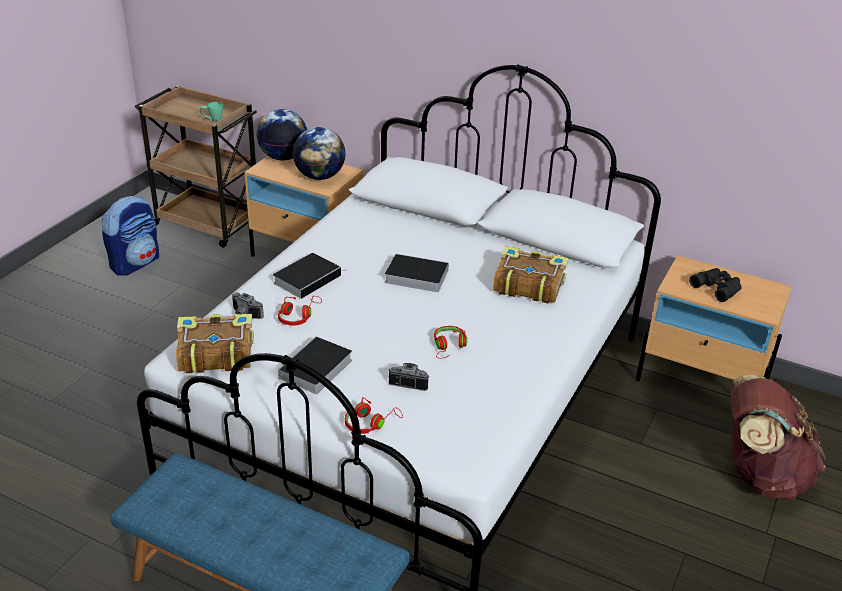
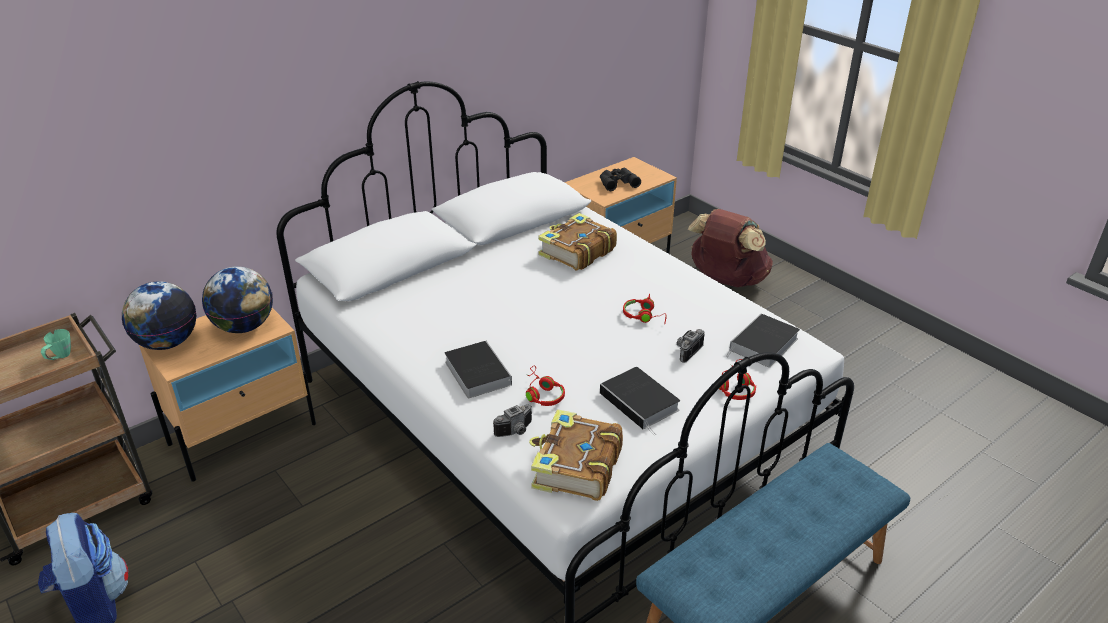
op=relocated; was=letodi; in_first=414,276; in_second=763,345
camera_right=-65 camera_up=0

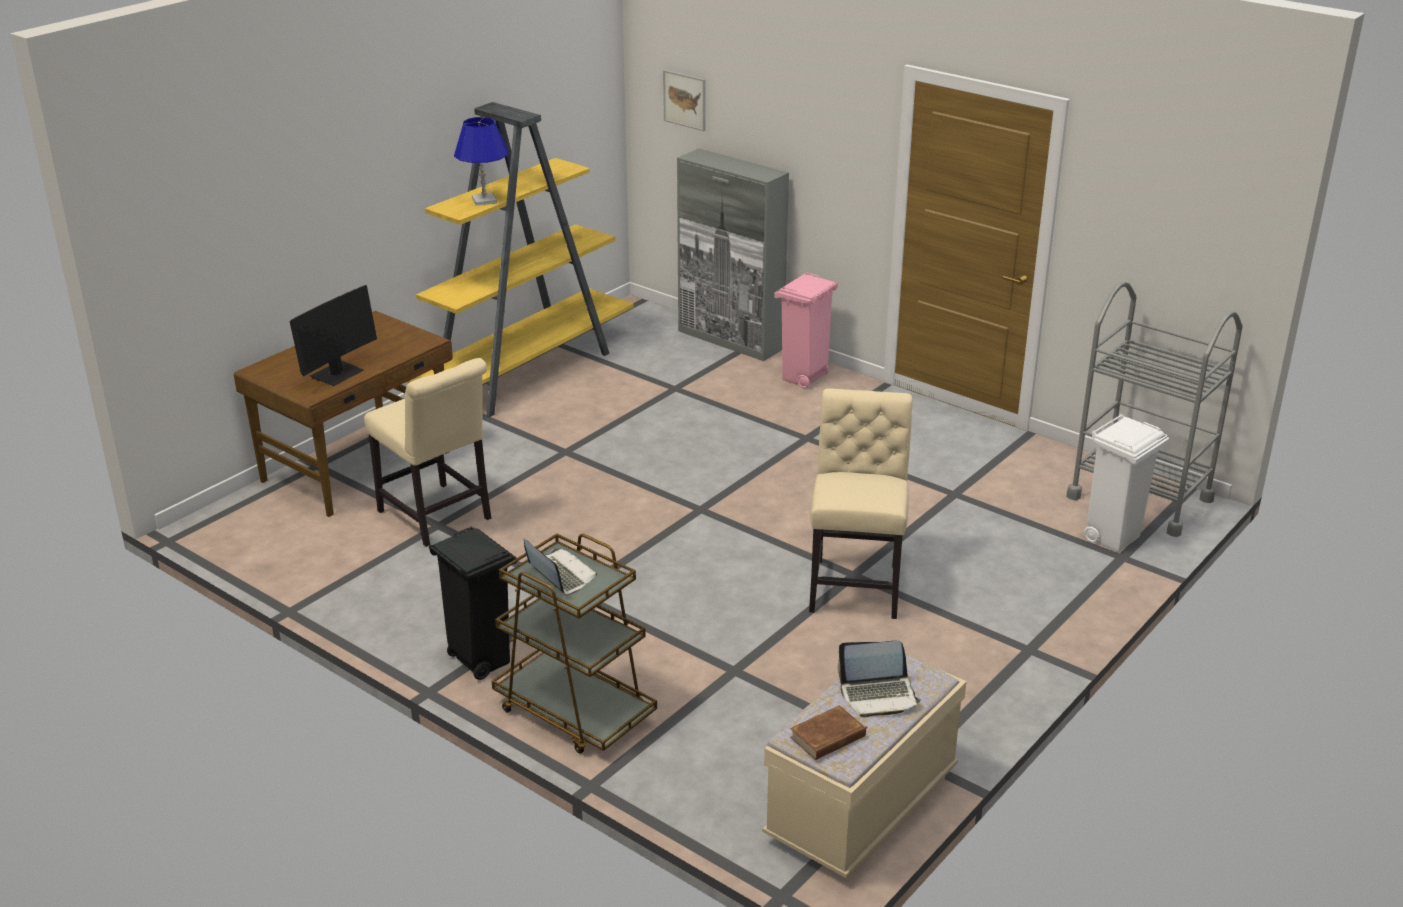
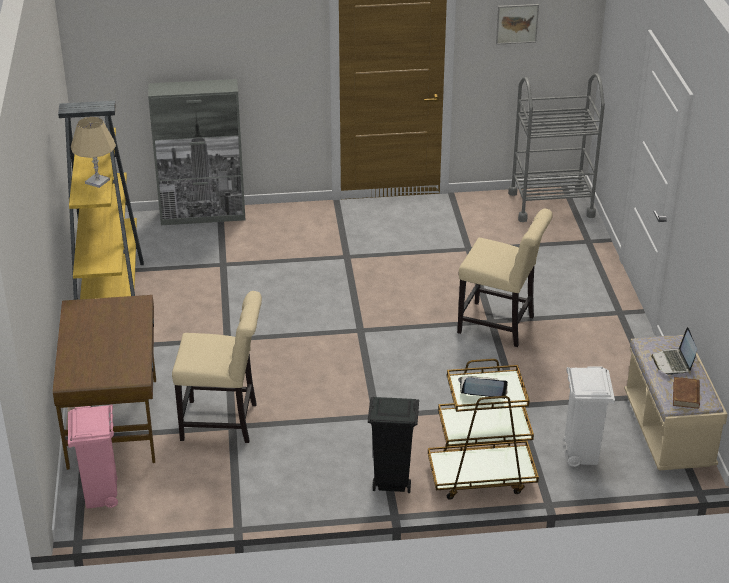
op=missing; was=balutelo; in_first=337,374
op=relocated; was=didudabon; in_first=685,100; in_second=517,24
op=relocated; was=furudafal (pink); in_first=803,378; in_second=101,497
op=relocated; was=furudafal (white); in_first=1113,538; in_second=581,454
op=colour; was=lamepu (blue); now=lamepu (beige); in_first=484,200; in_second=97,181
op=spun; was=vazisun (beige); in_first=855,584; in_second=500,326; clockwise=150
op=spun; was=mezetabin; in_first=878,695; in_second=673,363; clockwise=135
camera_right=-45 camera_up=5

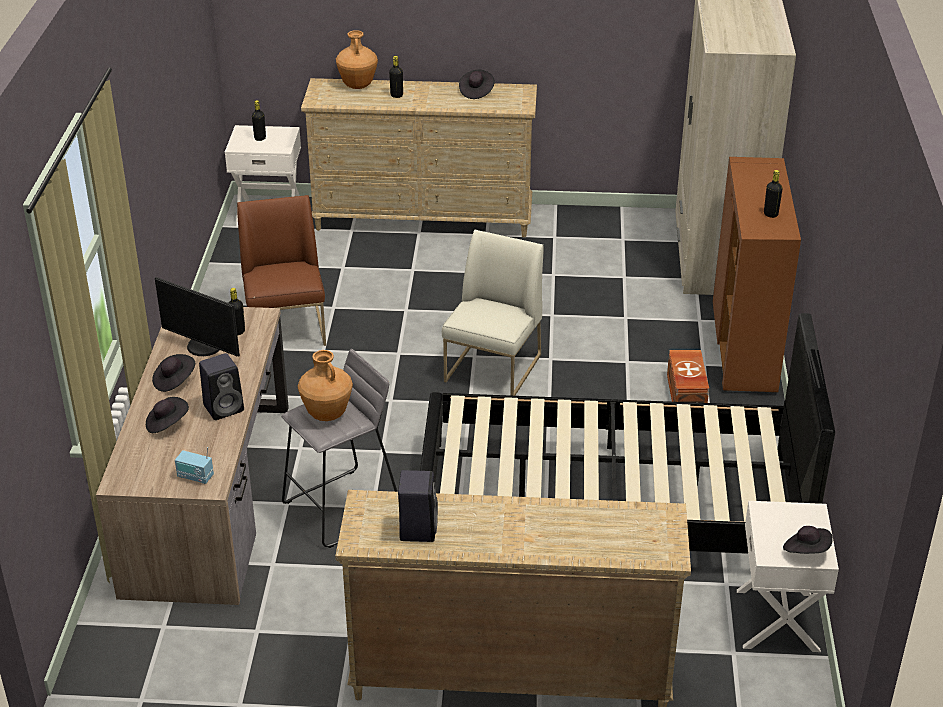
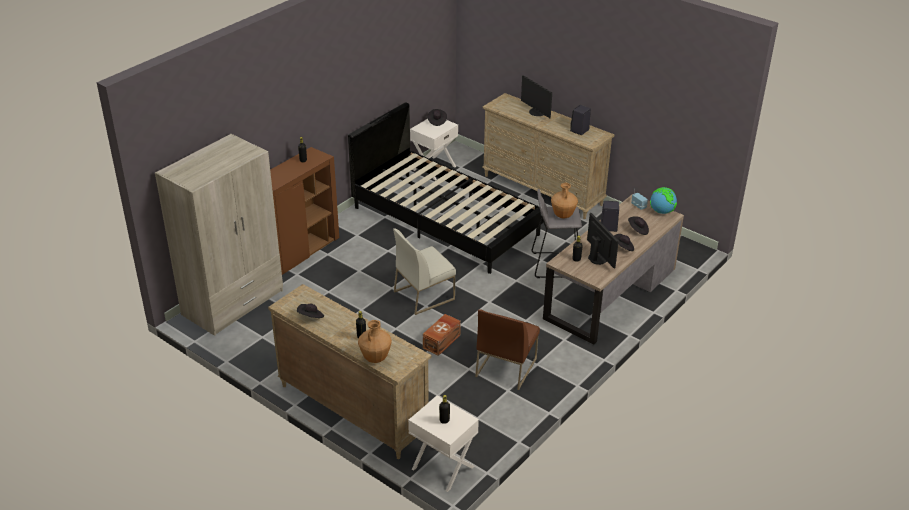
op=appeared; now=balutelo; in_second=536,112
op=appeared; now=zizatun; in_second=661,211
op=relocated; was=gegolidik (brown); in_first=685,394; in_second=442,341
camera_right=-145 camera_up=0

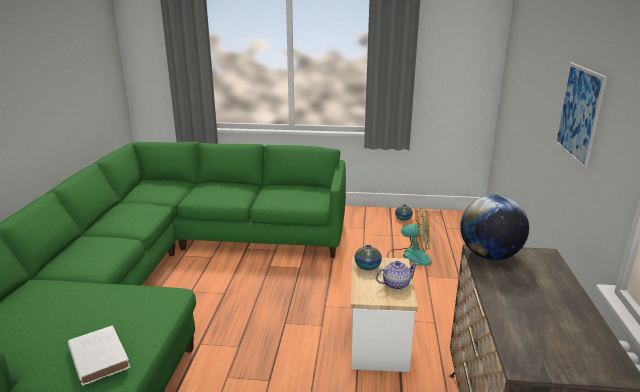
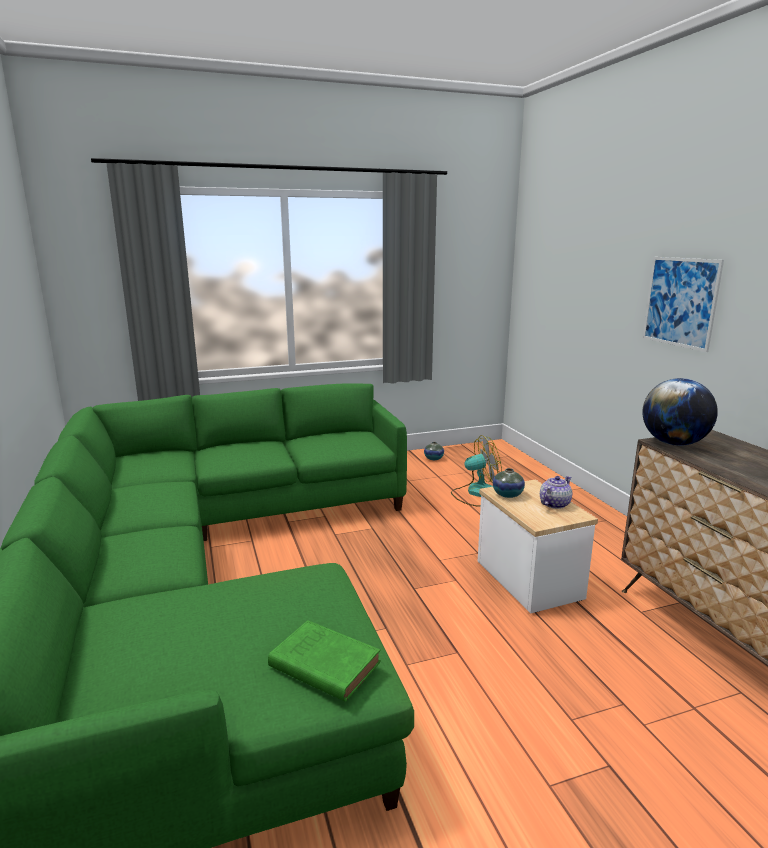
op=colour; was=letodi (white); now=letodi (green); in_first=98,357; in_second=322,664
camera_right=-25 camera_up=-5

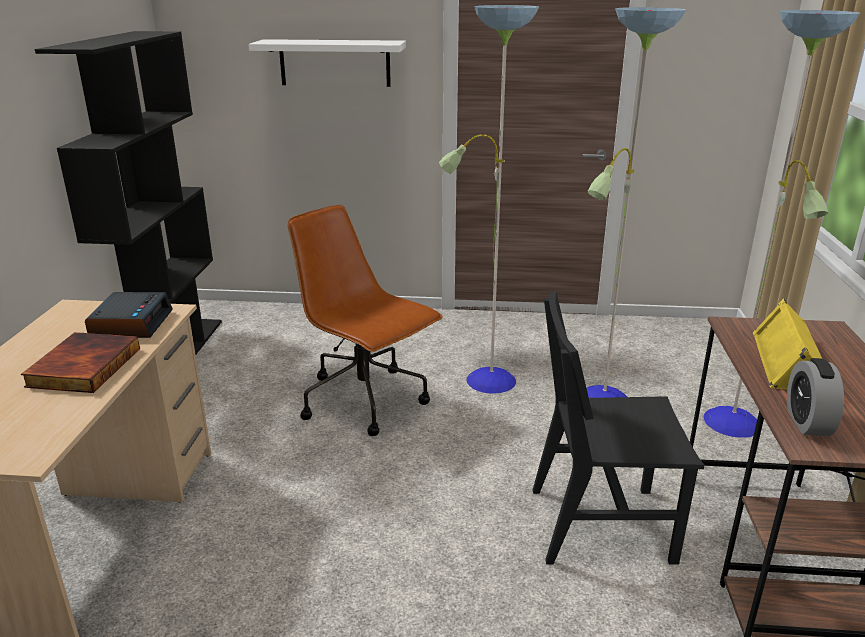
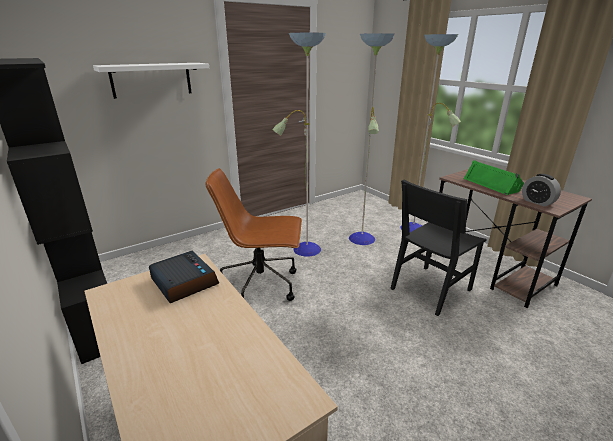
op=missing; was=letodi; in_first=83,366
op=colour; was=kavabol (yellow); now=kavabol (green); in_first=789,361; in_second=492,184
camera_right=-40 camera_up=0

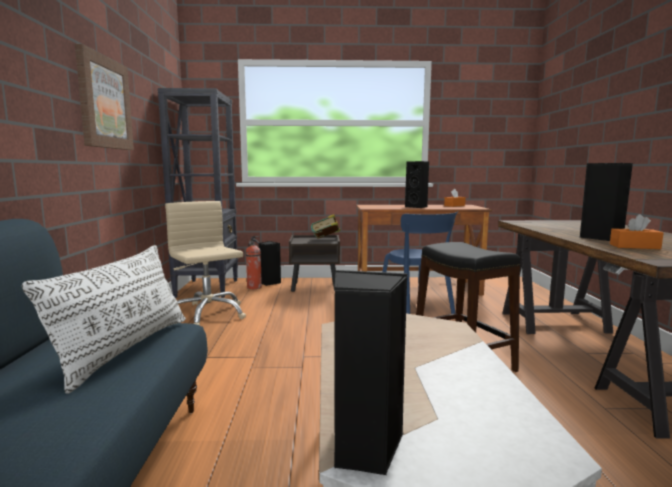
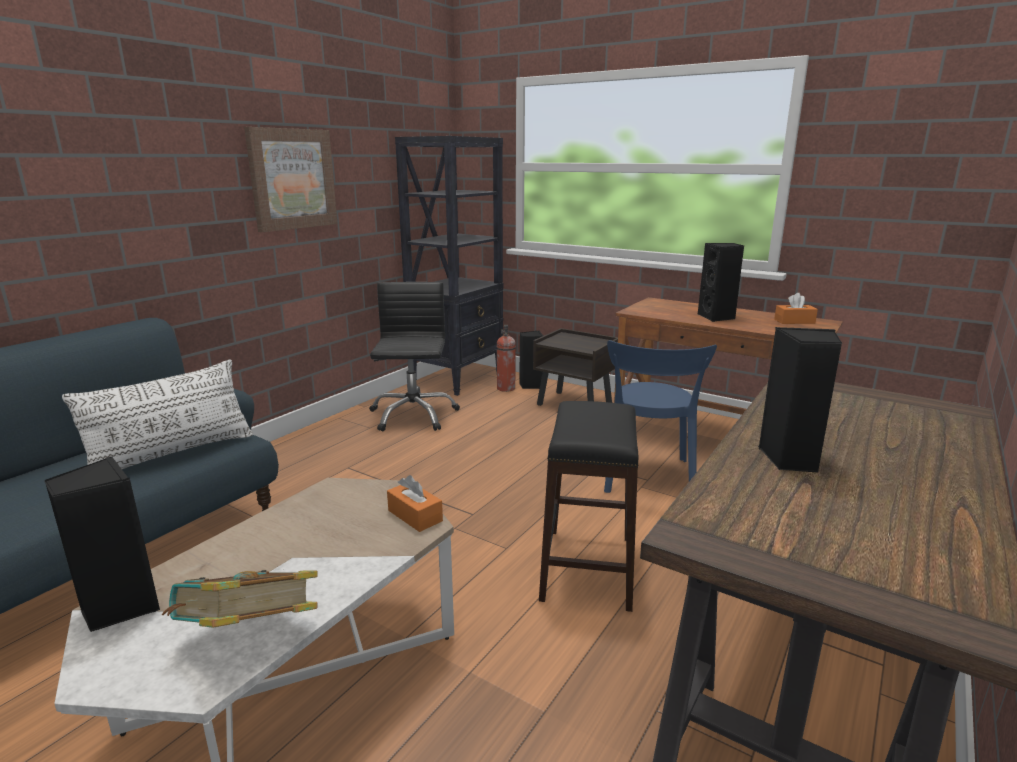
op=relocated; was=letodi; in_first=326,240; in_second=249,636
op=relocated; was=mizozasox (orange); in_first=634,246; in_second=415,516
op=colour; was=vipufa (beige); now=vipufa (black); in_first=207,314; in_second=413,415
camera_right=35 camera_up=10

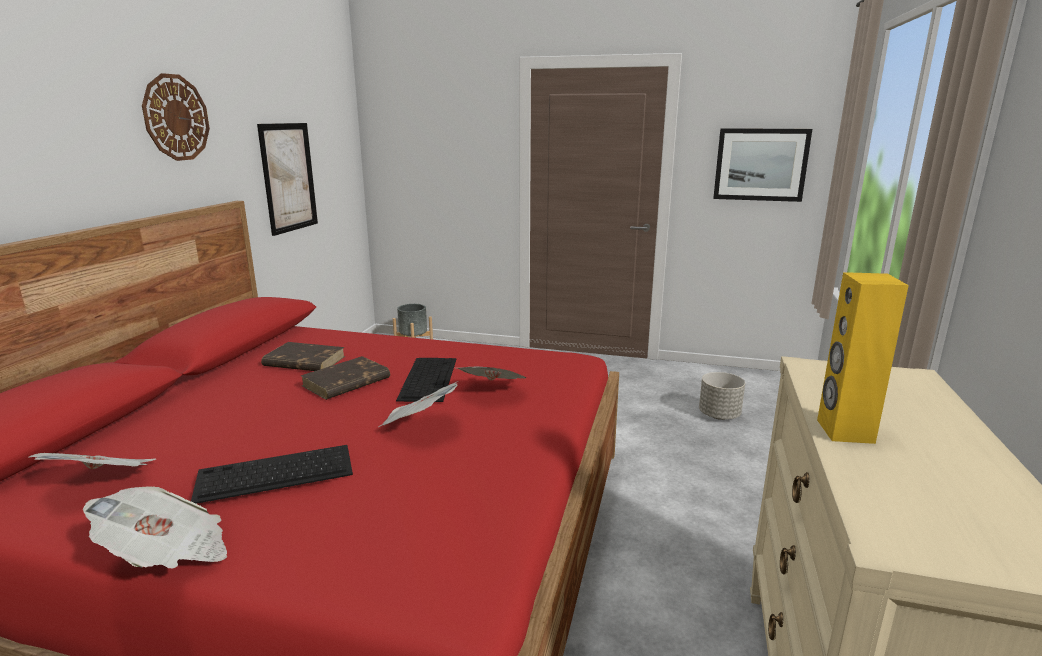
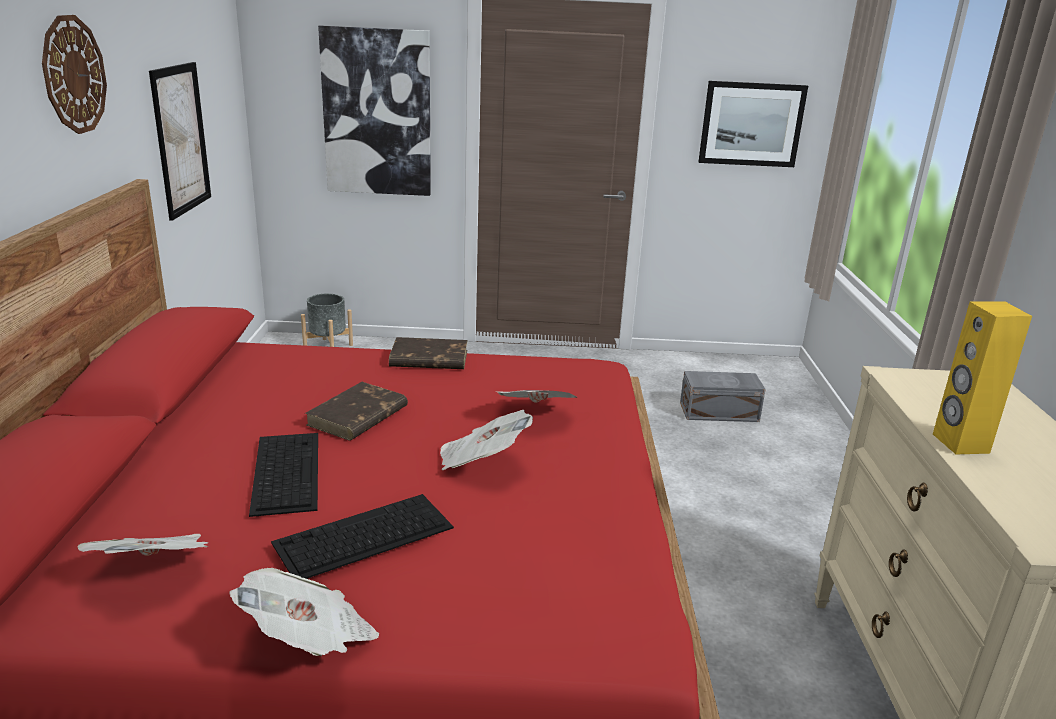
op=appeared; now=didudabon; in_second=377,113
op=relocated; was=letodi (brown); in_first=303,361; in_second=428,359
op=relocated; was=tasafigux; in_first=428,378; in_second=286,471
op=exchanged; was=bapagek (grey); now=gegolidik (grey); in_first=719,415; in_second=720,412
camera_right=-15 camera_up=5

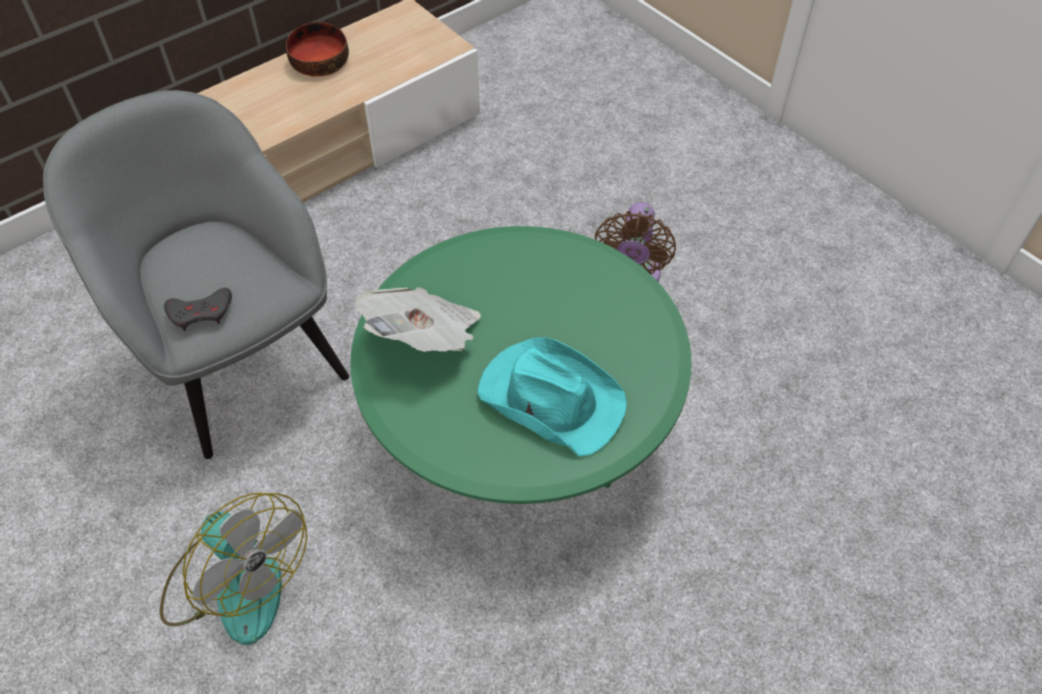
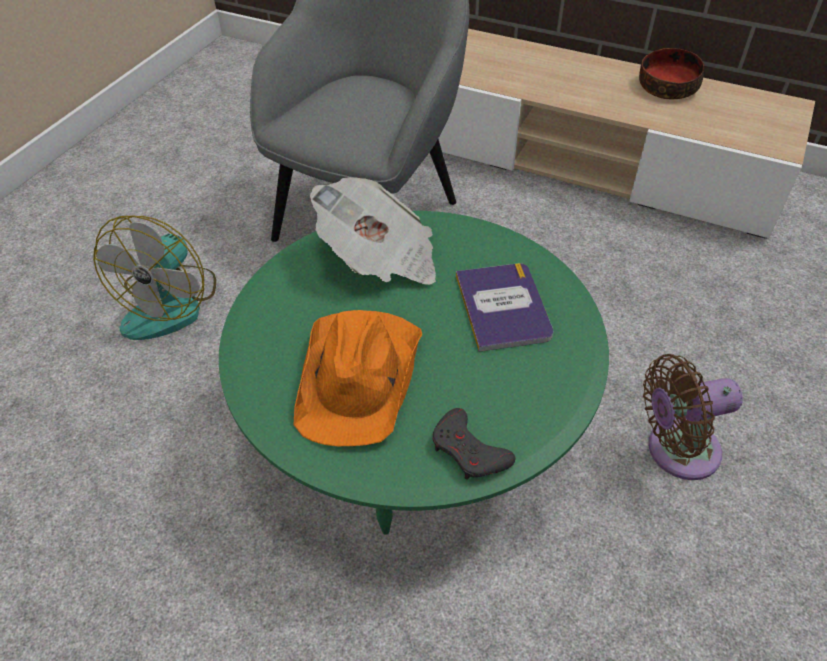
op=appeared; now=letodi; in_second=503,307
op=relocated; was=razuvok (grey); in_first=201,312; in_second=469,451
op=colour; was=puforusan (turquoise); now=puforusan (orange); in_first=550,397; in_second=360,376
camera_right=65 camera_up=-5

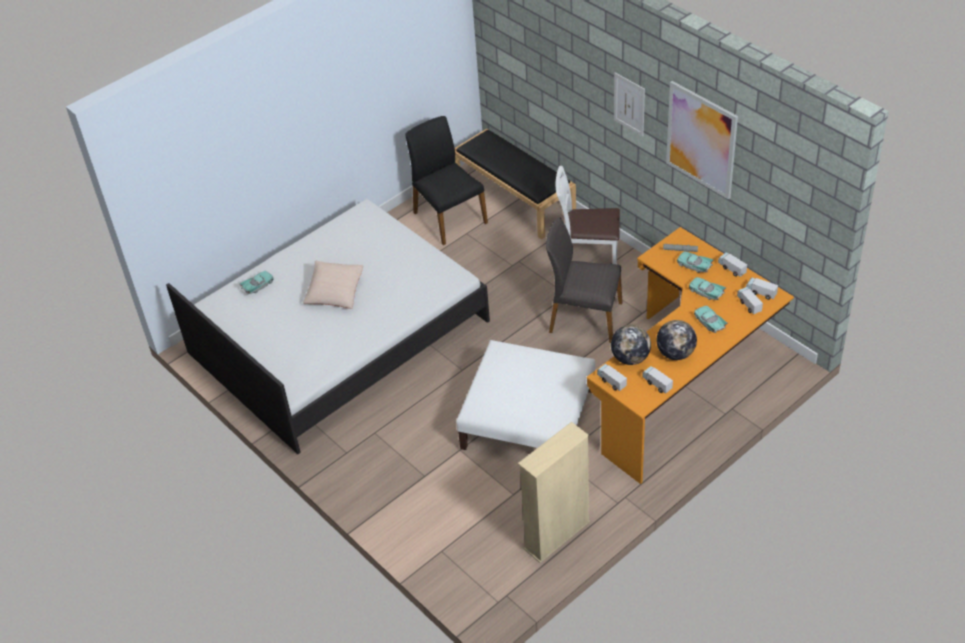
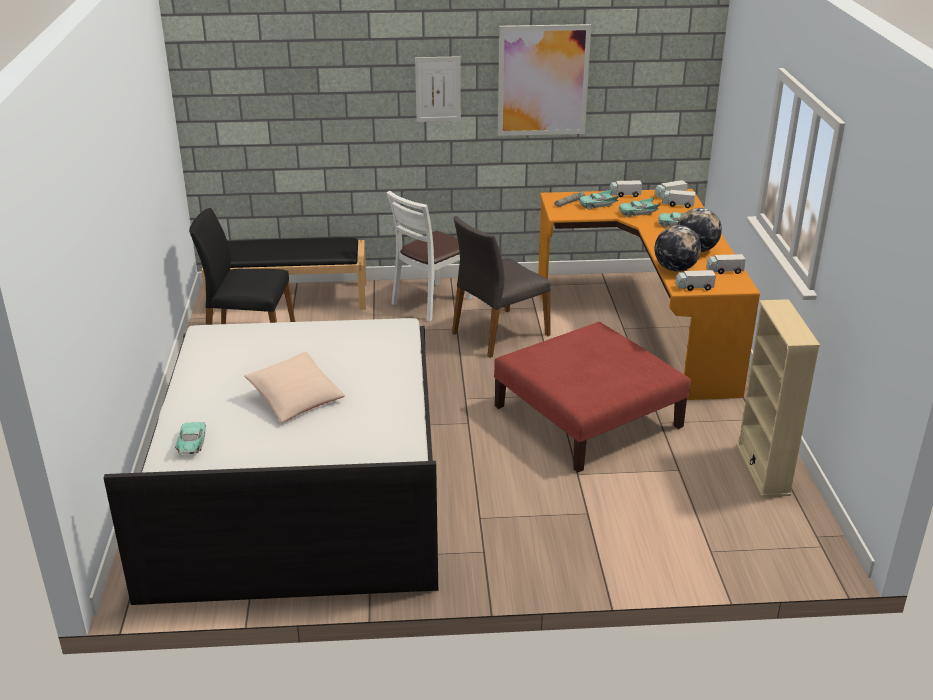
op=colour; was=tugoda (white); now=tugoda (red); in_first=528,420; in_second=588,417
camera_right=-55 camera_up=-15

